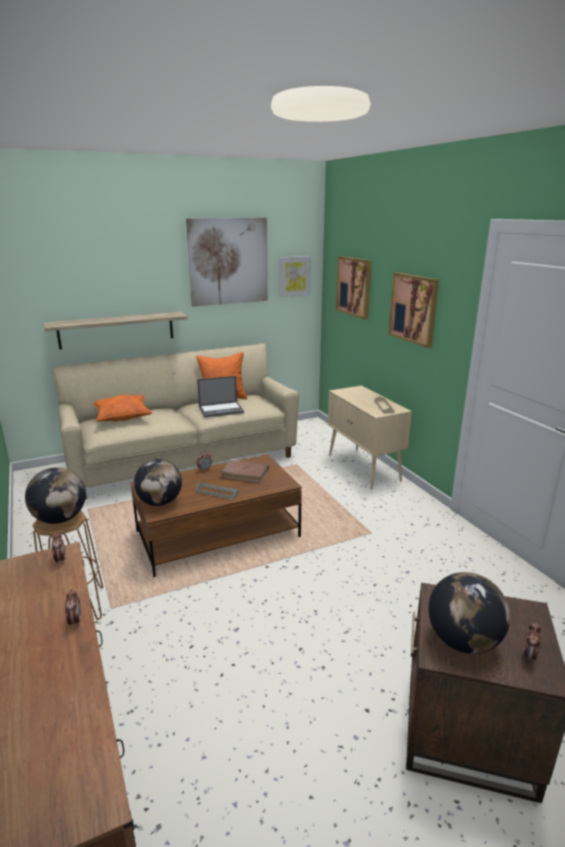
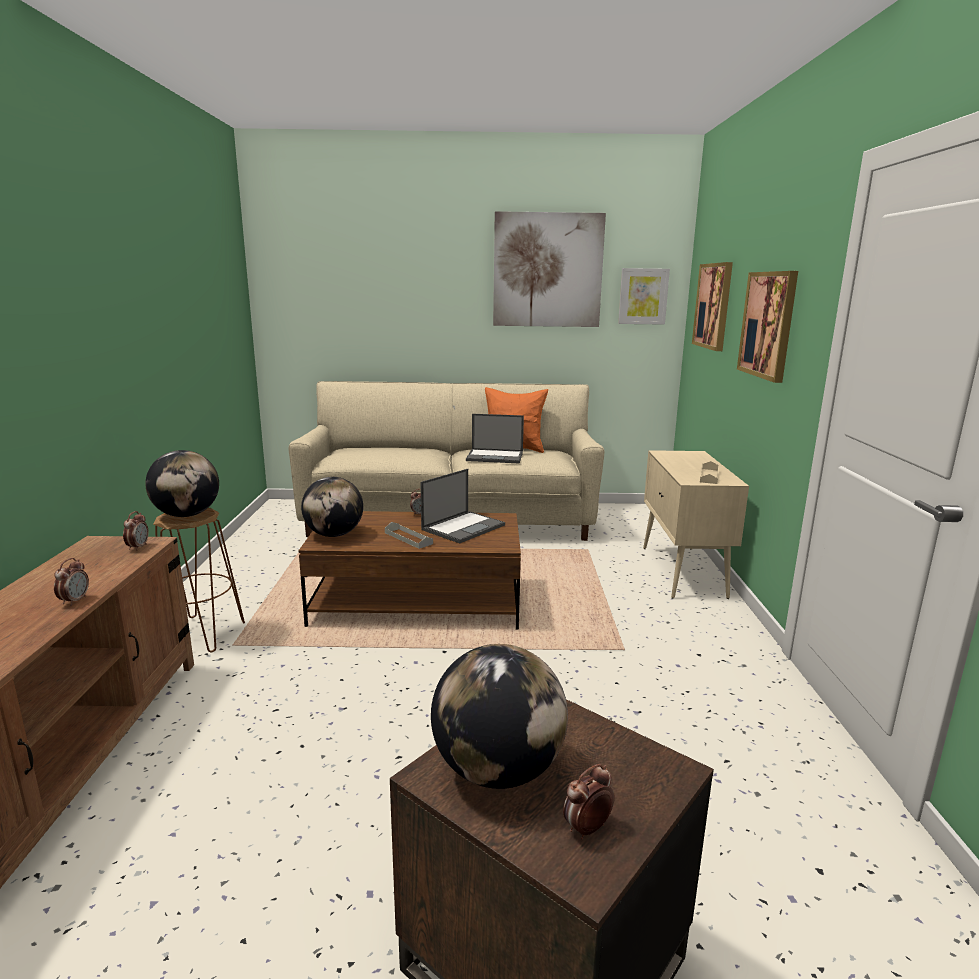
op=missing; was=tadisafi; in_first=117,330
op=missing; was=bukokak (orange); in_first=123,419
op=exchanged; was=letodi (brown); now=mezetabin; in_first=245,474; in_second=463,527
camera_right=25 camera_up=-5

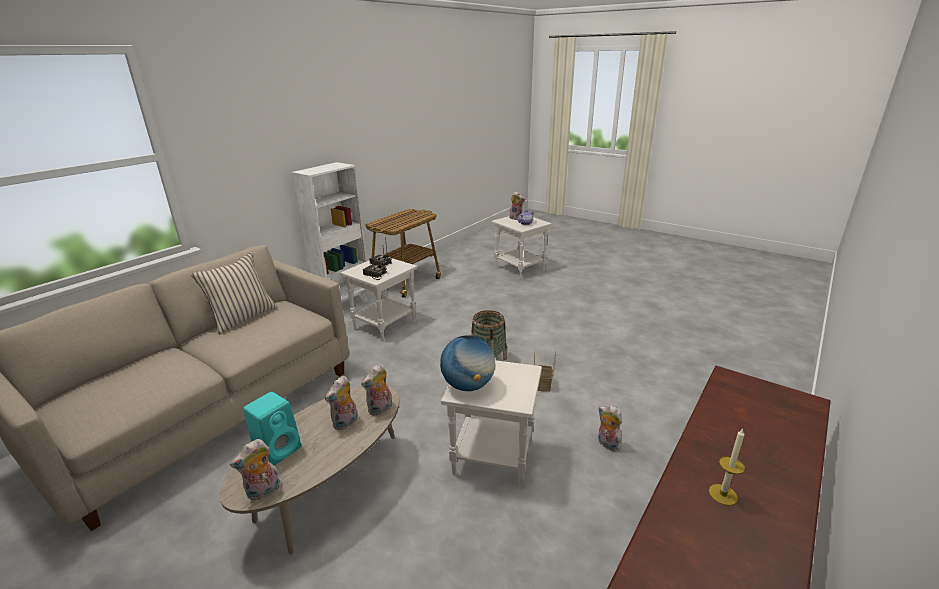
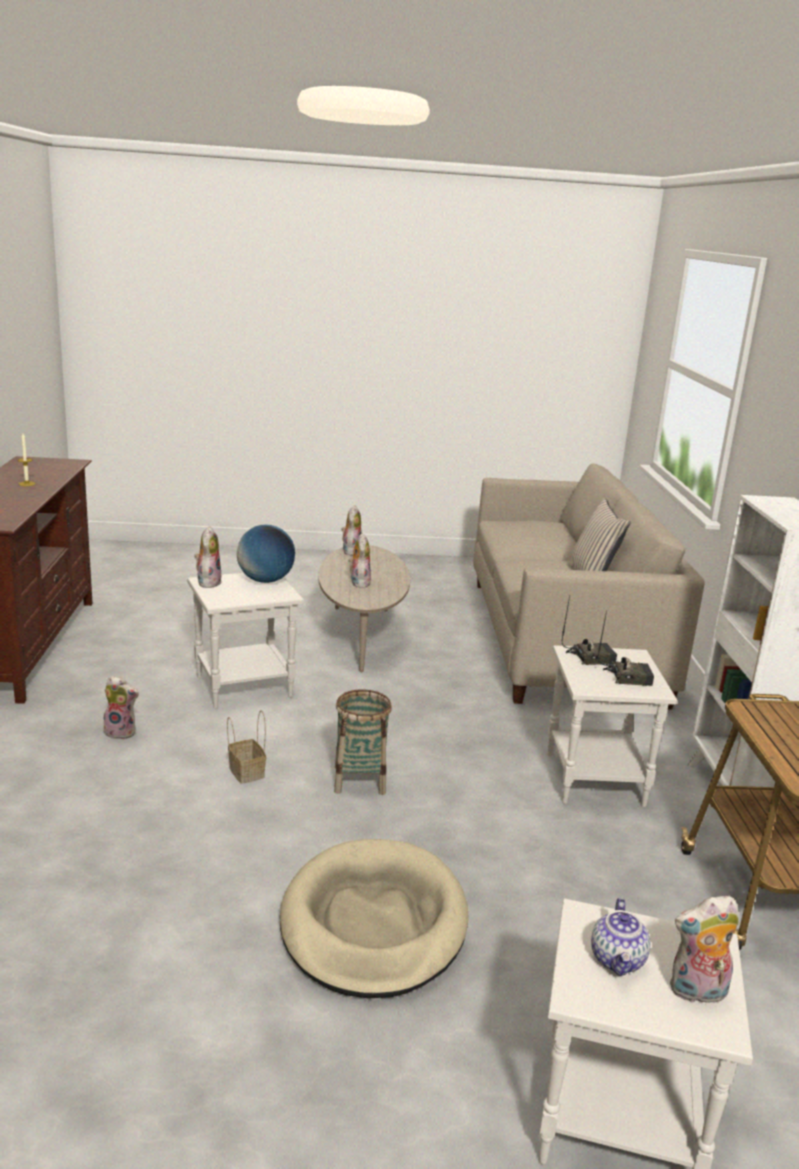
op=missing; was=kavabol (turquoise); in_first=279,449
op=appeared; now=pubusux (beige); in_second=373,923
op=relocated; was=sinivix; in_first=380,409; in_second=208,582
camera_right=140 camera_up=-5

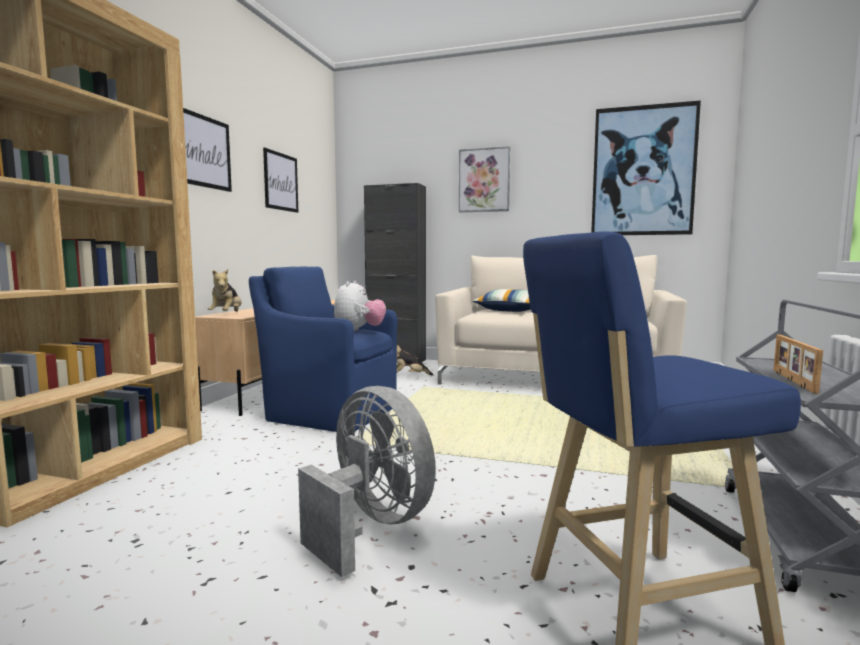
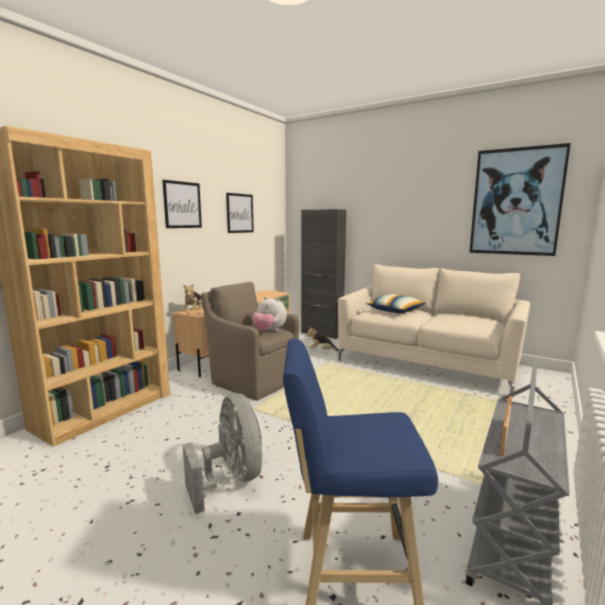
op=missing; was=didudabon; in_first=484,180
op=colour; was=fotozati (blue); now=fotozati (brown); in_first=330,413; in_second=253,381
op=spun; was=sinivix; in_first=359,331; in_second=269,331; clockwise=90
camera_right=15 camera_up=5

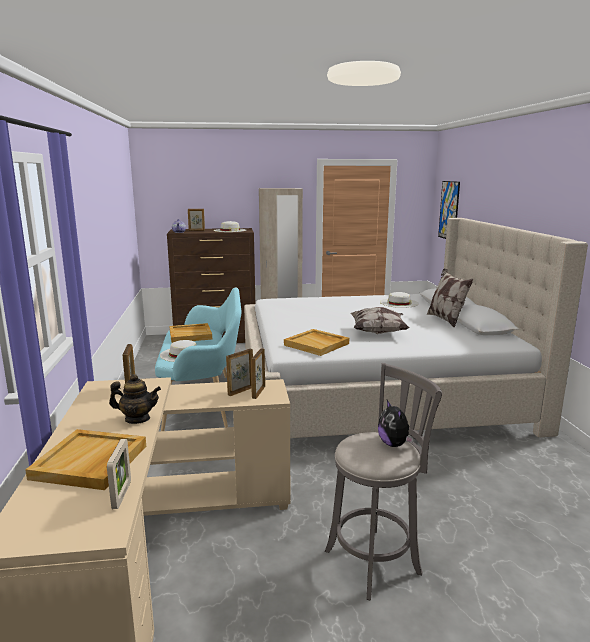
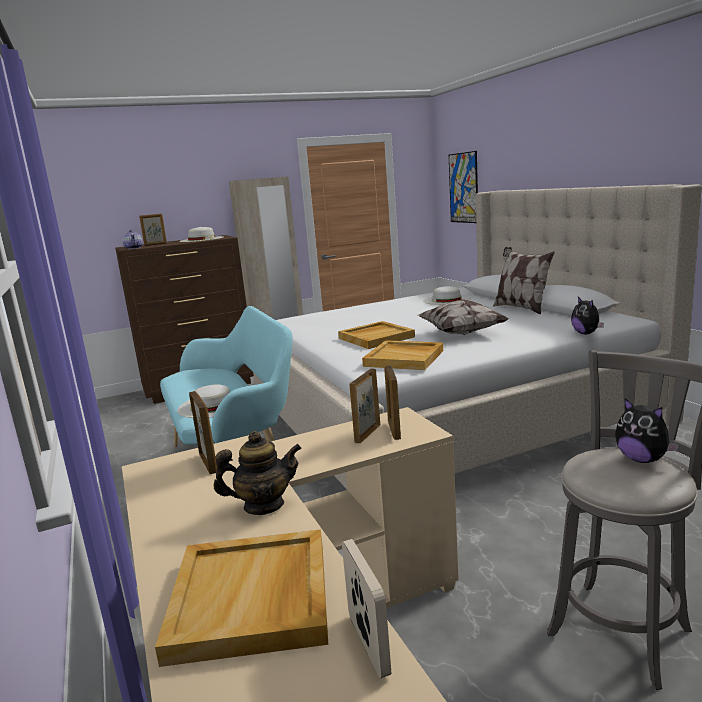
op=appeared; now=sinivix; in_second=586,333
op=relocated; was=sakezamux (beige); in_first=190,335; in_second=376,337
camera_right=-15 camera_up=0

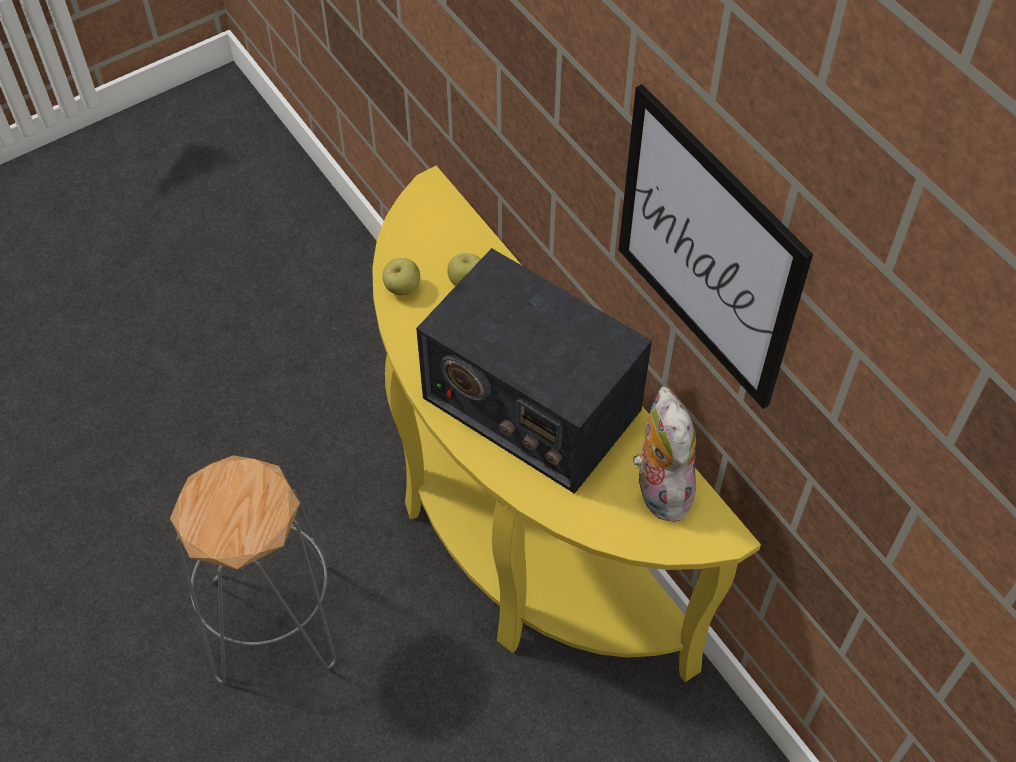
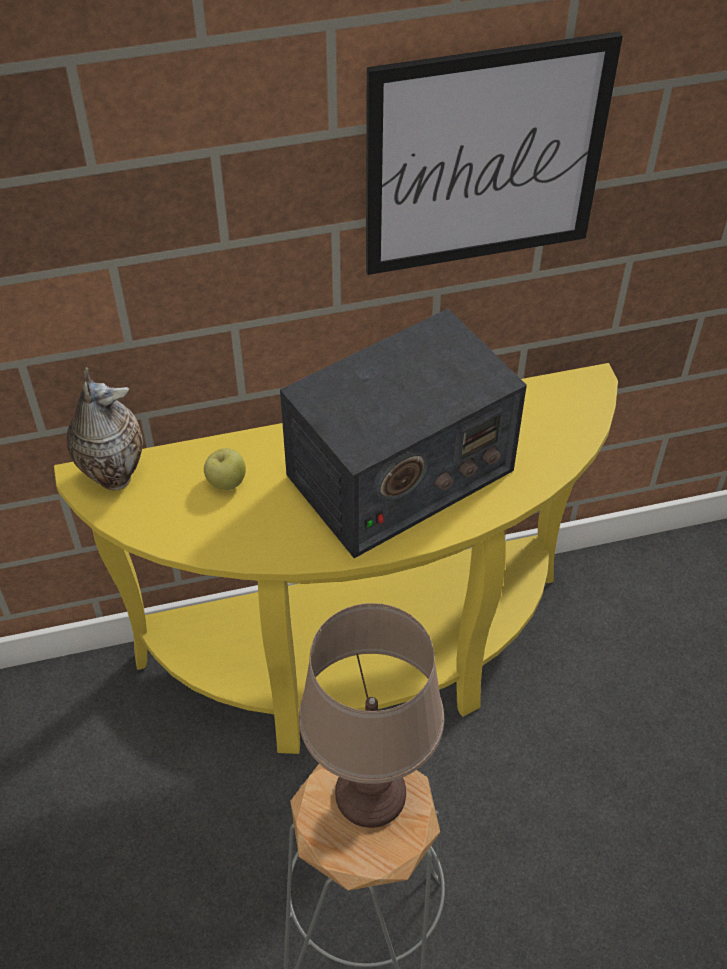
op=missing; was=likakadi; in_first=402,288
op=missing; was=sinivix; in_first=659,488
op=appeared; now=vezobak; in_second=112,474
op=appeared; now=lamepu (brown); in_second=371,793
camera_right=-70 camera_up=-5

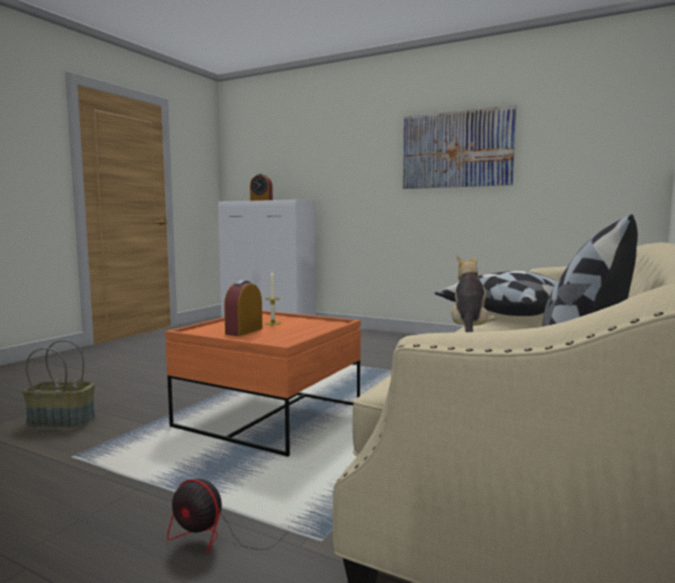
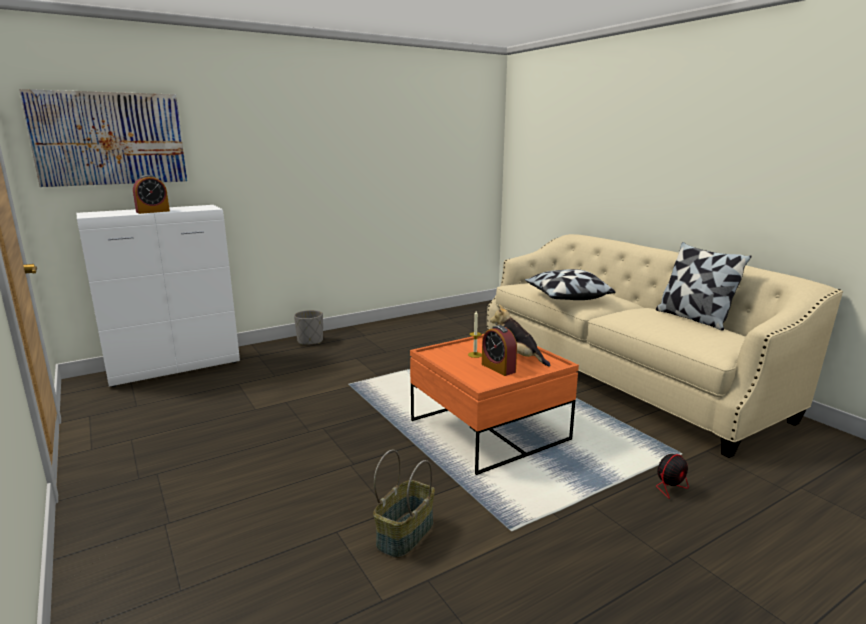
op=appeared; now=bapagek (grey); in_second=310,341
op=relocated; was=didudabon; in_first=456,149; in_second=110,139
op=relocated; was=sinivix; in_first=469,331; in_second=518,357
camera_right=-60 camera_up=10

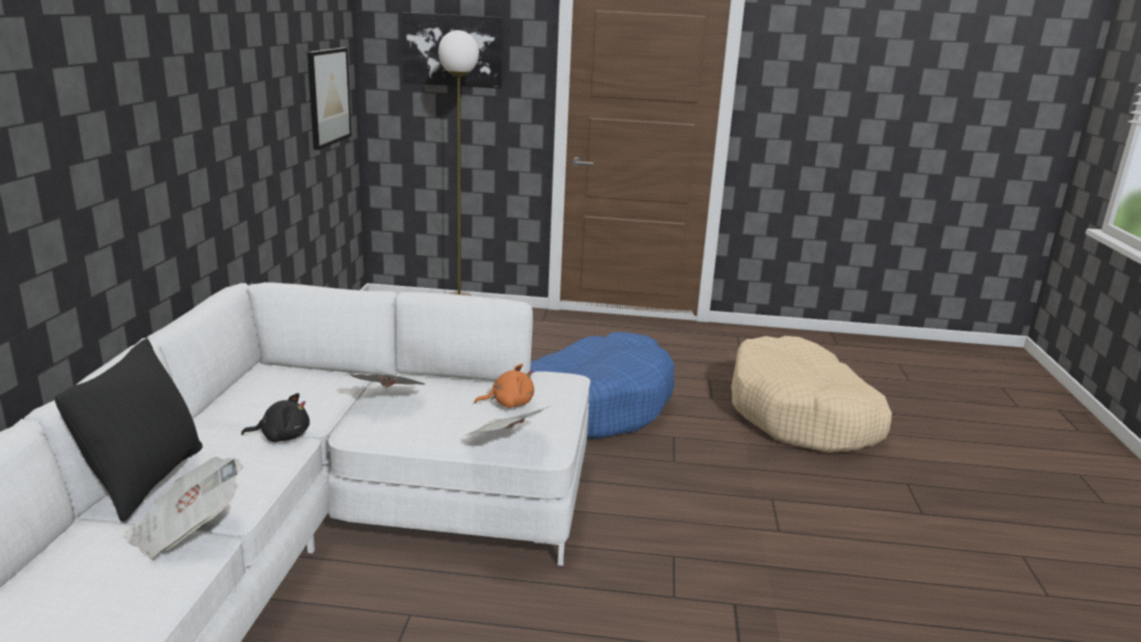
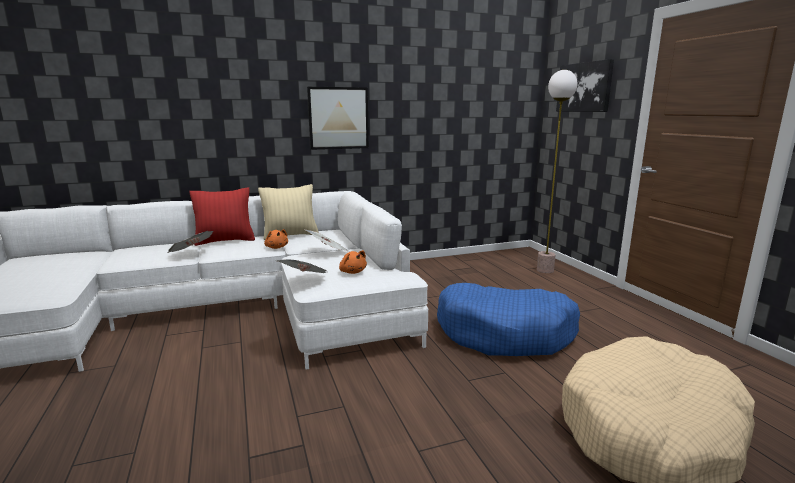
op=appeared; now=bukokak (beige); in_second=290,235
op=relocated; was=didudabon; in_first=328,97; in_second=338,118
op=colour; was=bukokak (black); now=bukokak (red); in_first=147,480; in_second=225,241
op=colour; was=sinivix (black); now=sinivix (orange); in_first=282,436; in_second=276,247
camera_right=65 camera_up=-5

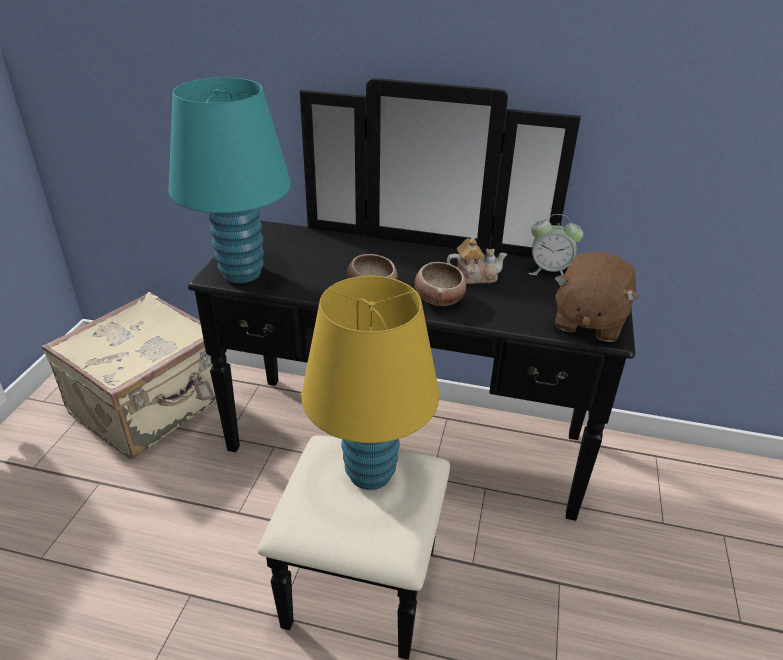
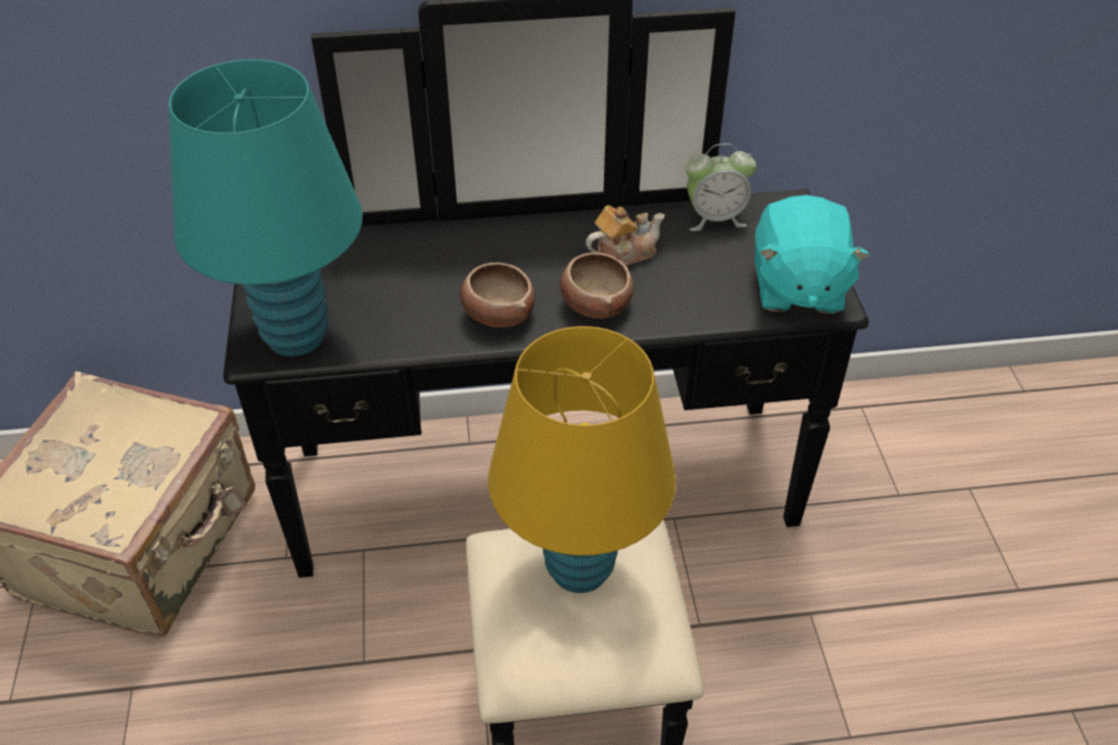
op=colour; was=sinivix (brown); now=sinivix (turquoise); in_first=588,321; in_second=797,287
camera_right=-20 camera_up=10

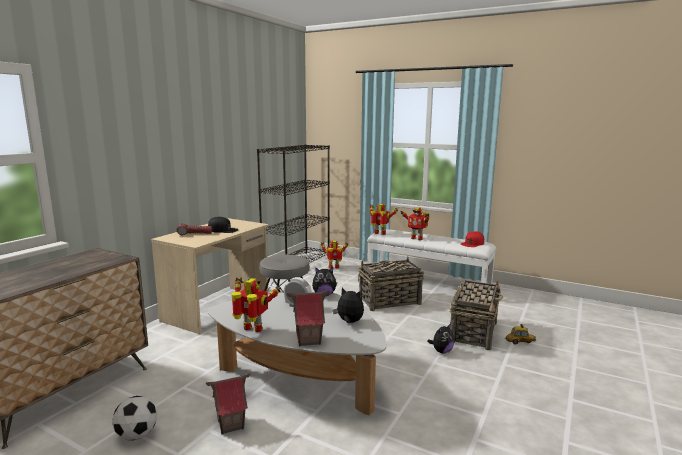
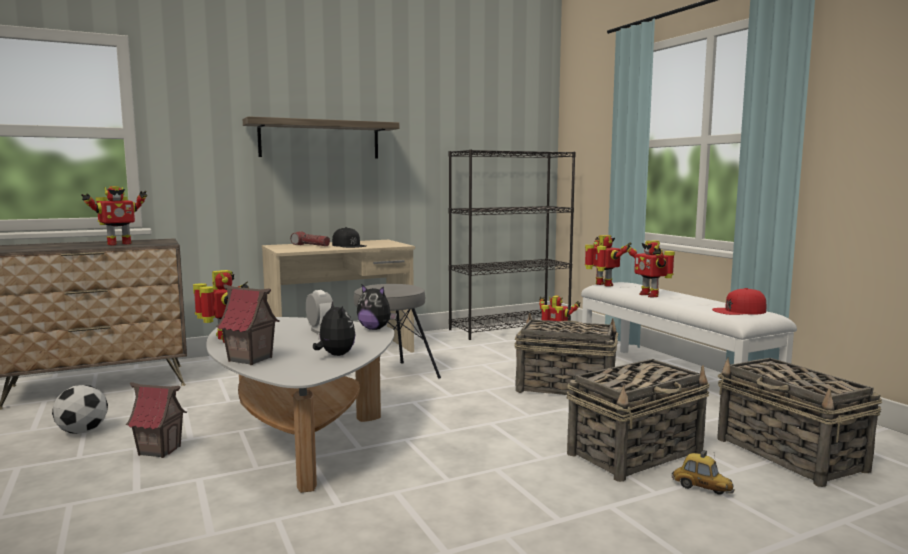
op=missing; was=sinivix; in_first=441,351
op=appeared; now=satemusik; in_second=118,244
op=appeared; now=tadisafi; in_second=320,139
op=appeared; now=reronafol; in_second=790,455
camera_right=35 camera_up=-5

